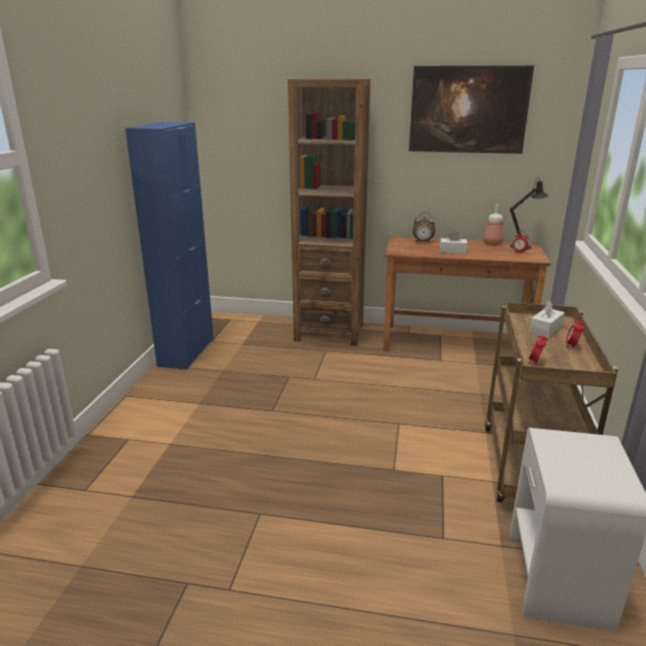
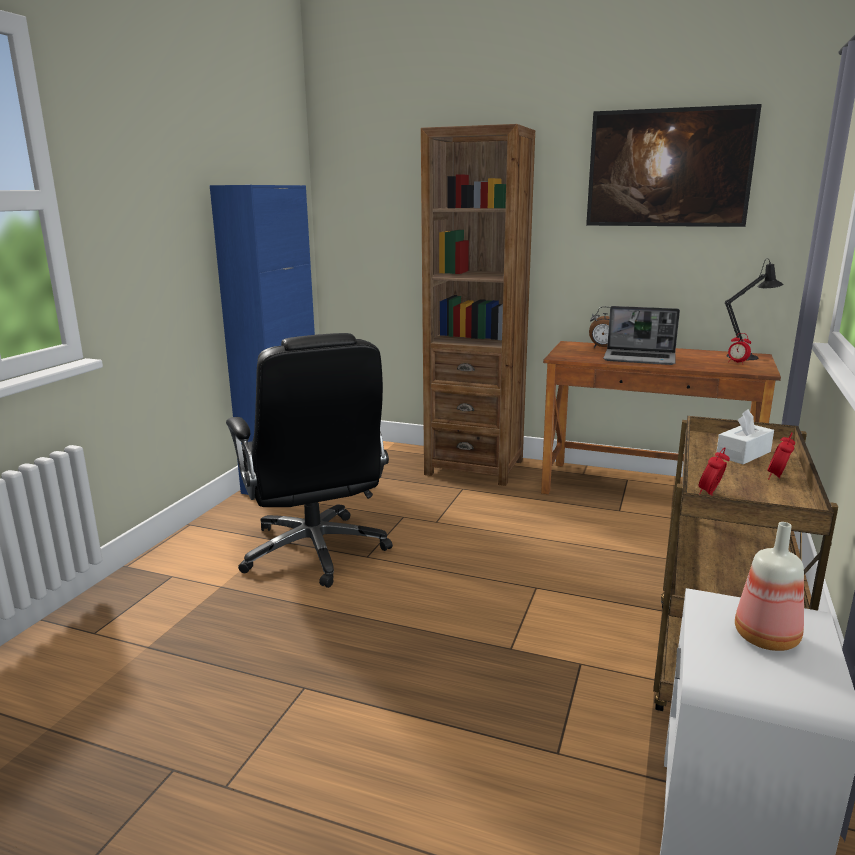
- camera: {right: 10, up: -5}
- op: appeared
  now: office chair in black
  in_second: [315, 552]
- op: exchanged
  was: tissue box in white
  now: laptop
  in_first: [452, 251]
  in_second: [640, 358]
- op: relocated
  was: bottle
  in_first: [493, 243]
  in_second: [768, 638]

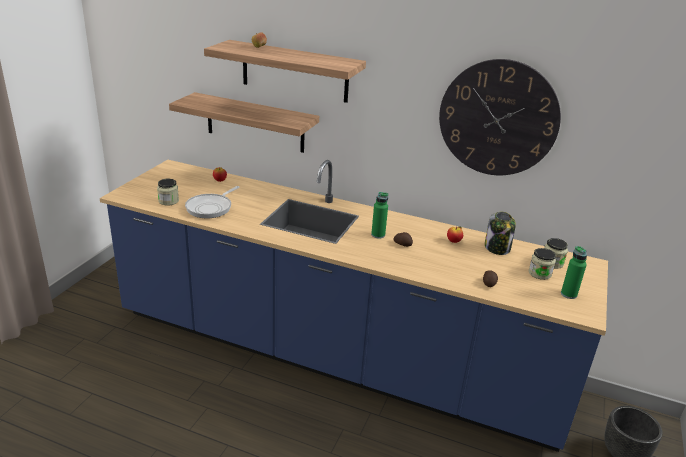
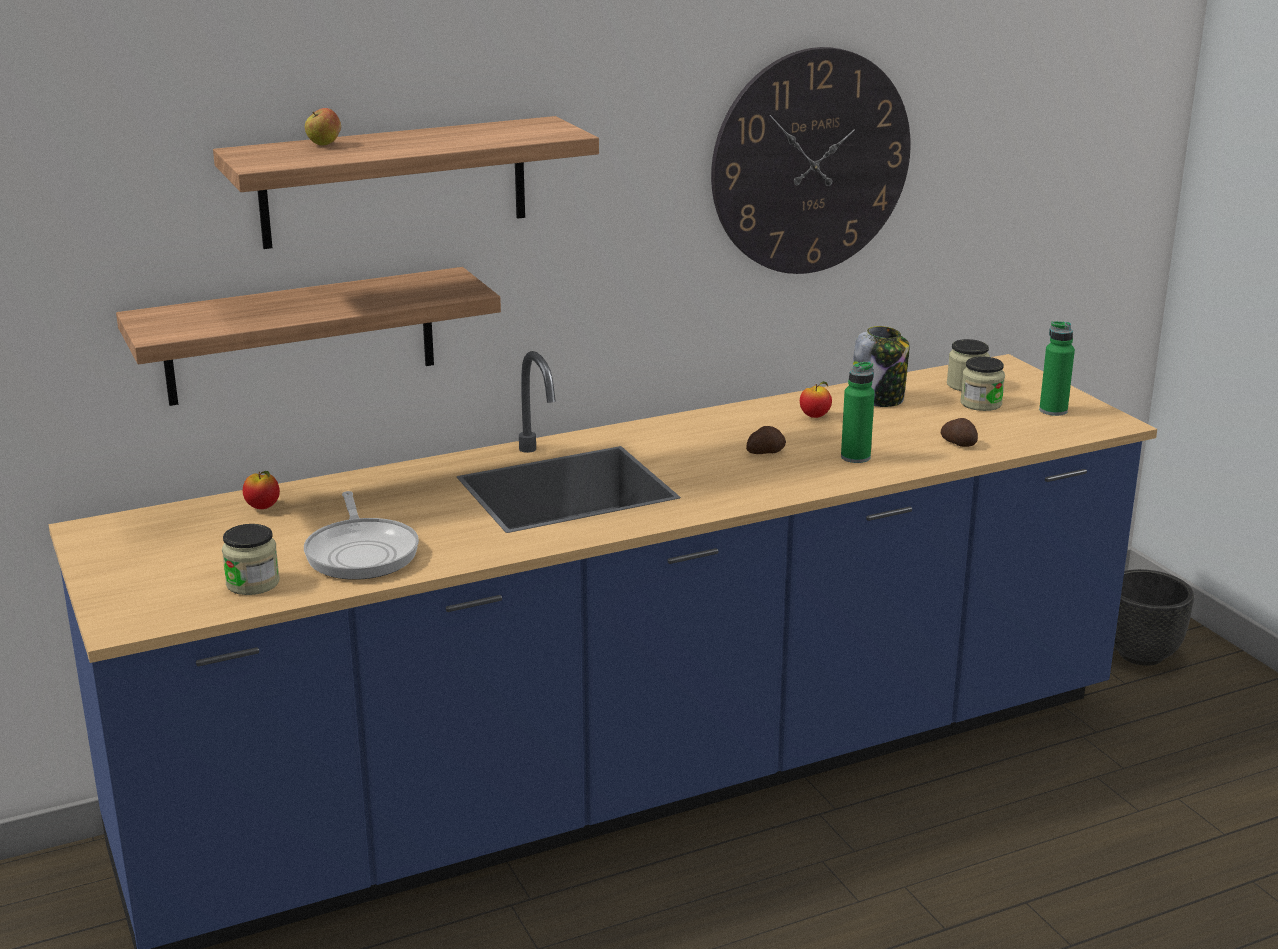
- camera: {right: -45, up: -5}
- op: relocated
  was: bottle in green
  in_first: [378, 235]
  in_second: [855, 457]

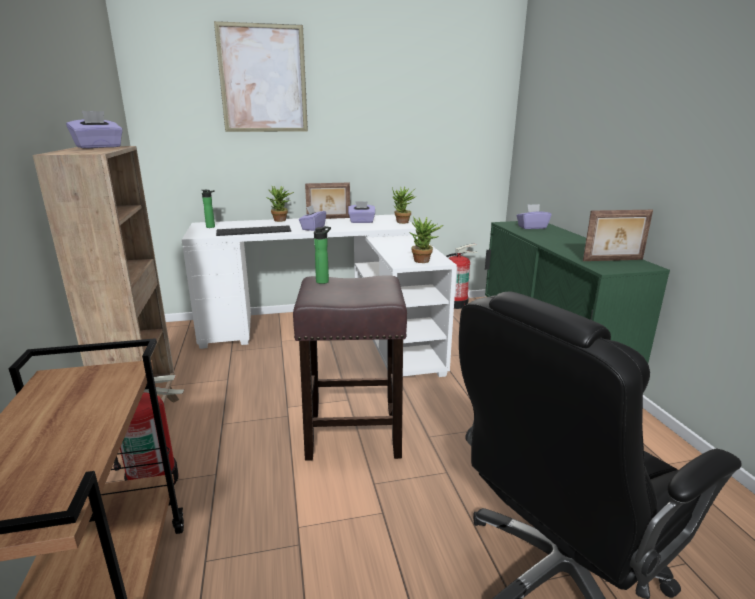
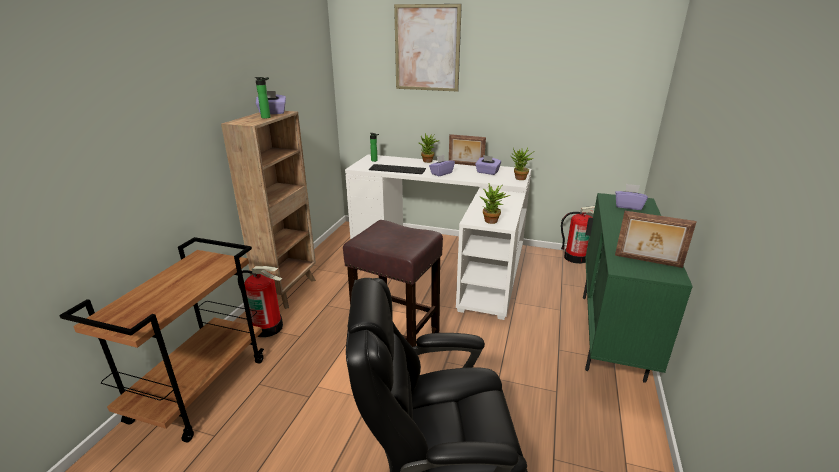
- camera: {right: 30, up: 5}
- op: relocated
  was: bottle
  in_first: [323, 281]
  in_second: [267, 117]

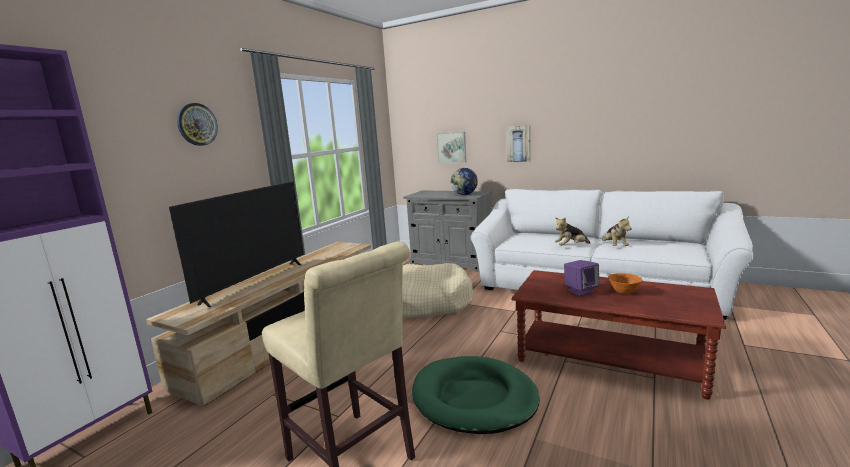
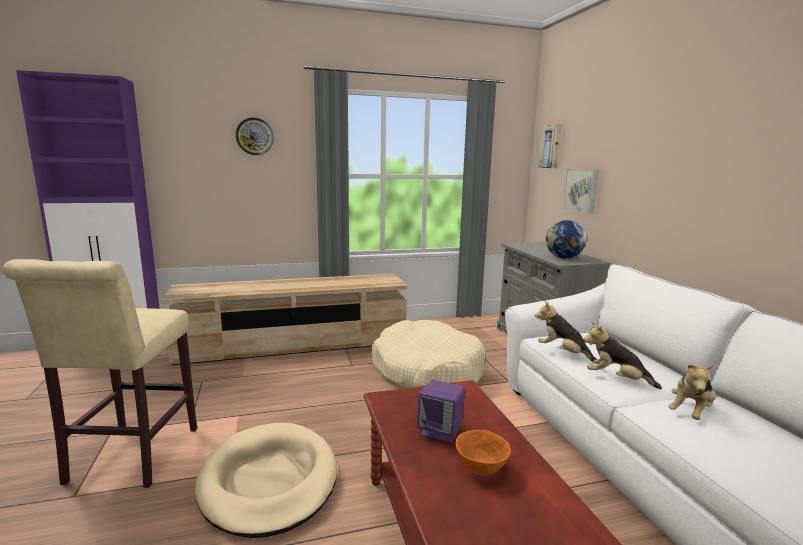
- camera: {right: 45, up: 0}
- op: colour
  was: dog bed in green
  now: dog bed in beige
  in_first: [474, 398]
  in_second: [269, 481]
- op: appeared
  now: plush toy
  in_second: [563, 353]
- op: relocated
  was: picture
  in_first: [518, 143]
  in_second: [551, 146]
- op: missing
  was: television
  in_first: [255, 282]

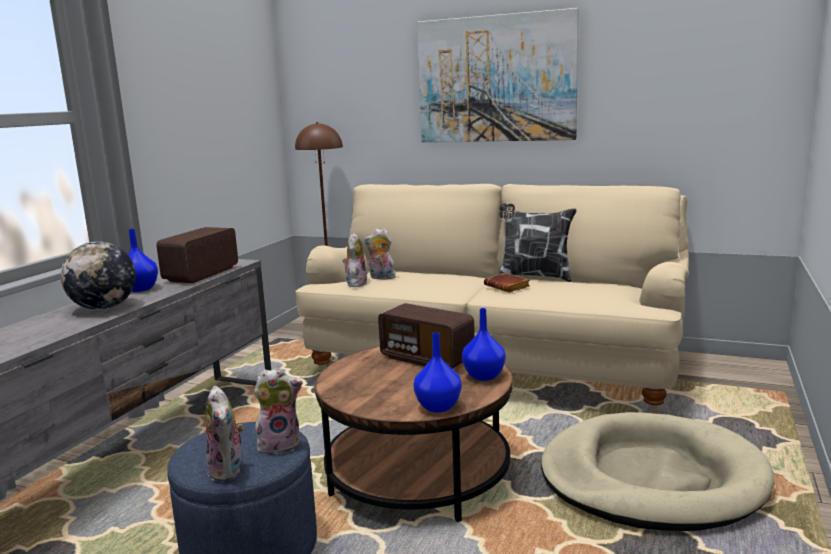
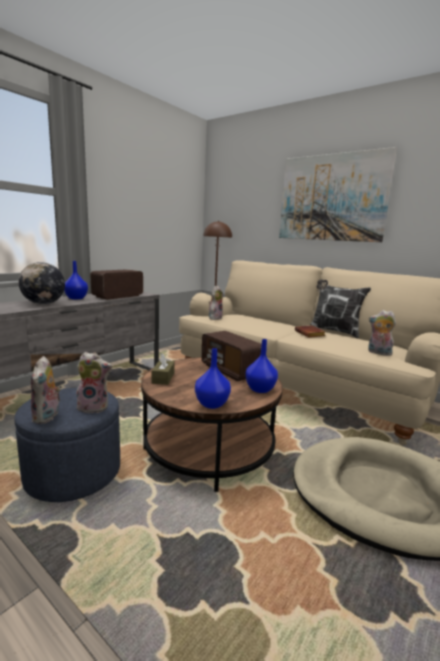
- camera: {right: 15, up: 0}
- op: appeared
  now: tissue box in brown
  in_second: [163, 378]
- op: relocated
  was: plush toy
  in_first: [381, 278]
  in_second: [378, 353]

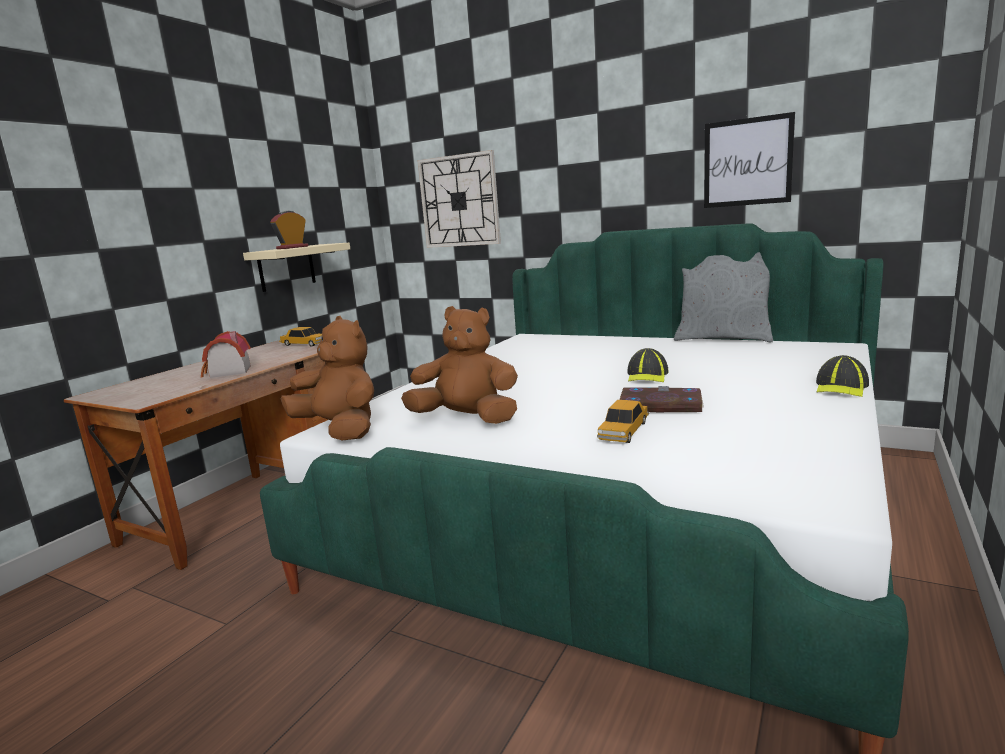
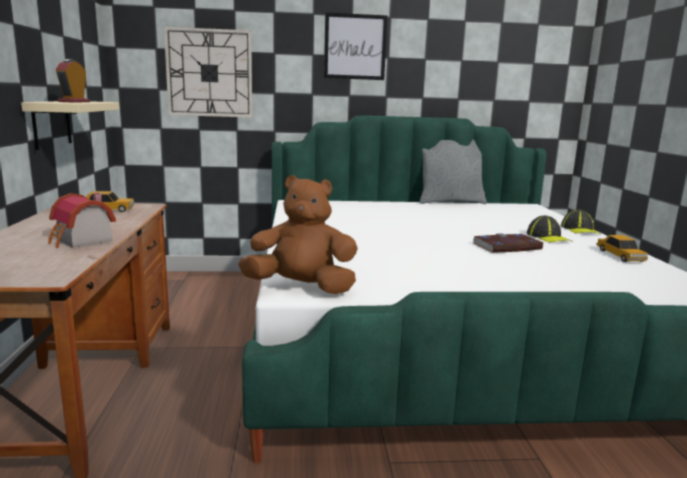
- camera: {right: -35, up: 0}
- op: relocated
  was: picture
  in_first: [747, 162]
  in_second: [355, 47]
- op: relocated
  was: cap
  in_first: [647, 375]
  in_second: [548, 237]
- op: relocated
  was: toy car
  in_first: [623, 431]
  in_second: [620, 255]
- op: missing
  was: plush toy in brown
  in_first: [467, 419]

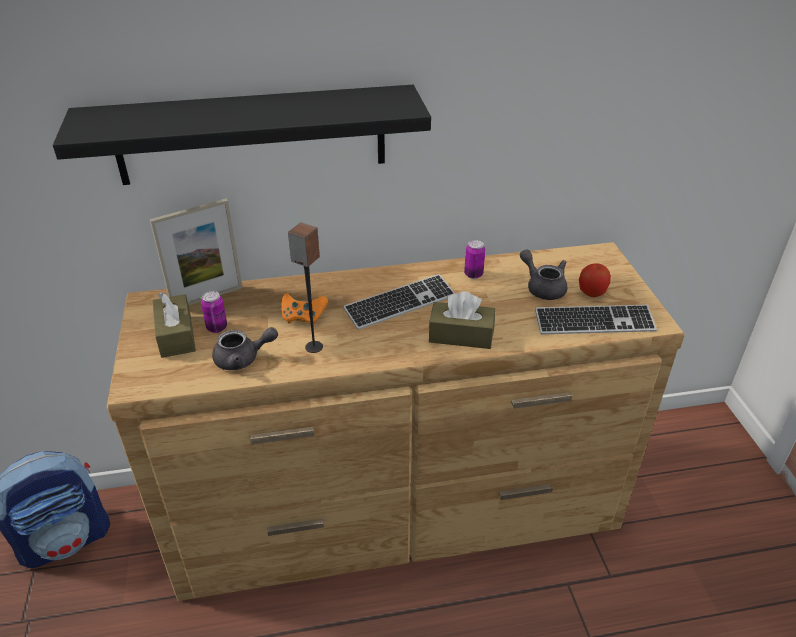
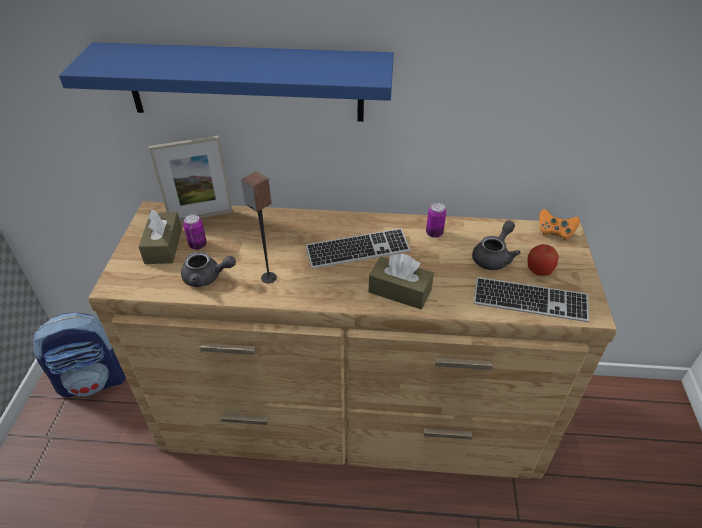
- camera: {right: 15, up: 5}
- op: colour
  was: shelf in black
  now: shelf in blue
  in_first: [252, 135]
  in_second: [245, 82]
- op: spun
  was: teapot in grey
  in_first: [542, 287]
  in_second: [494, 257]
  clockwise: 60
- op: relocated
  was: game controller in orange
  in_first: [303, 318]
  in_second: [555, 232]

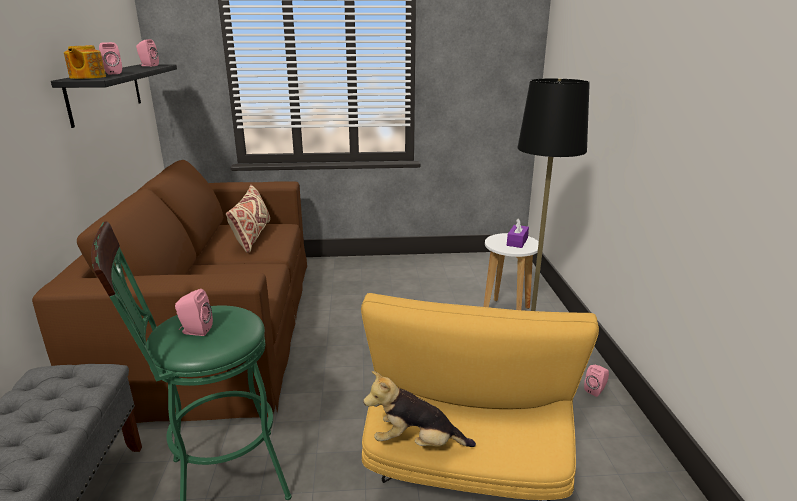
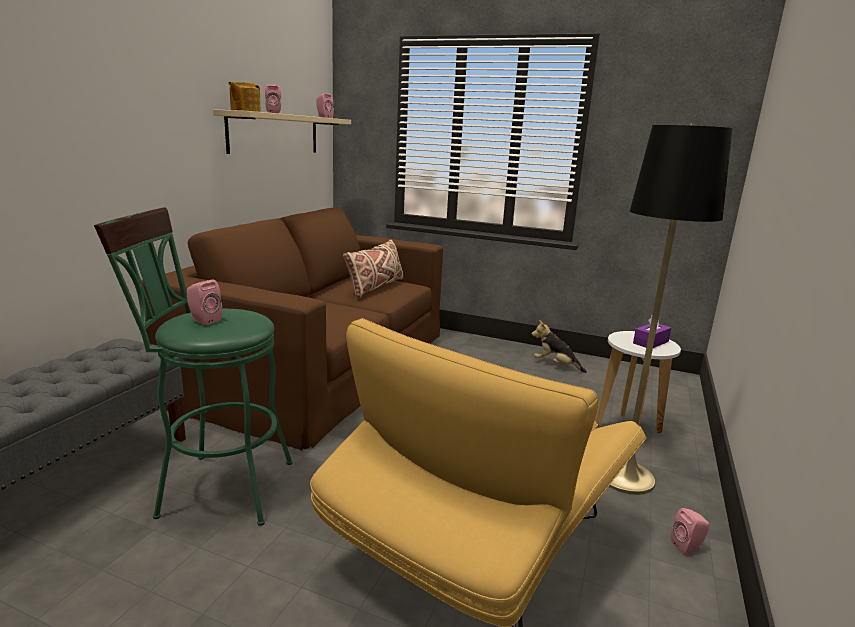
- camera: {right: 25, up: -5}
- op: colour
  was: shelf in black
  now: shelf in beige
  in_first: [105, 92]
  in_second: [275, 134]
- op: relocated
  was: plush toy
  in_first: [417, 443]
  in_second: [555, 365]

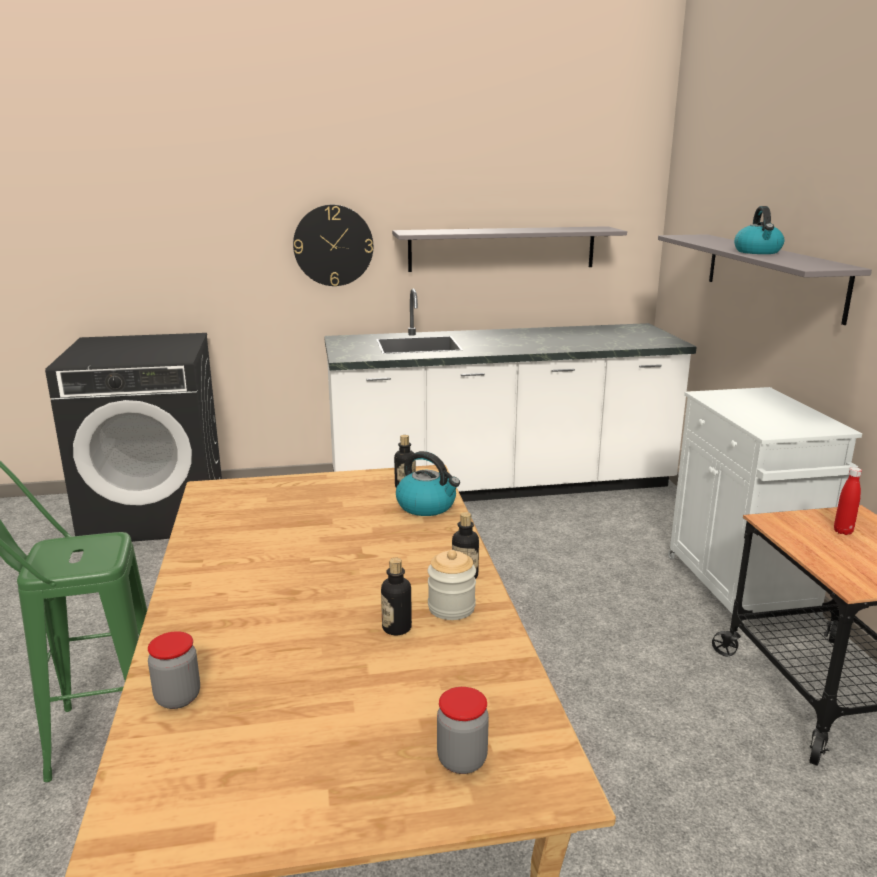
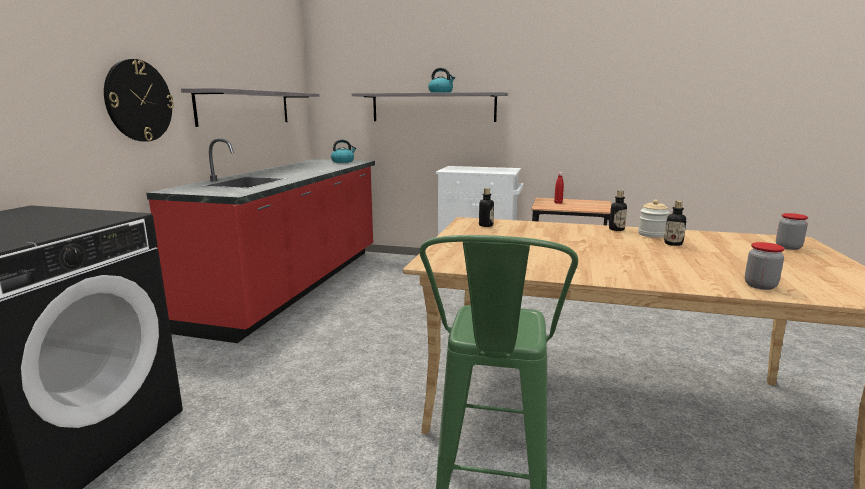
- camera: {right: -65, up: -5}
- op: colour
  was: counter in white
  now: counter in red
  in_first: [500, 485]
  in_second: [295, 285]
- op: relocated
  was: kettle
  in_first: [427, 506]
  in_second: [343, 161]

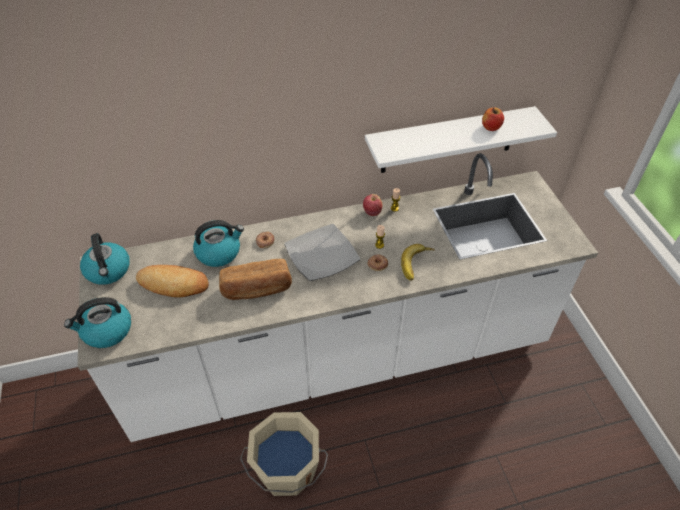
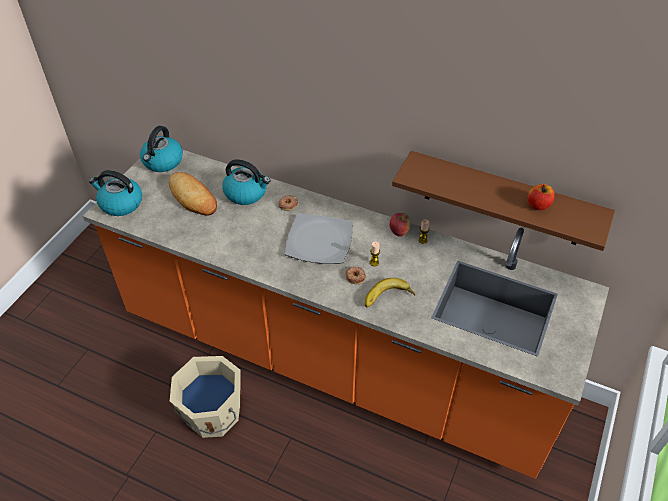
- camera: {right: 40, up: 0}
- op: colour
  was: counter in white
  now: counter in orange
  in_first: [340, 358]
  in_second: [334, 359]
- op: colour
  was: shelf in white
  now: shelf in brown
  in_first: [448, 140]
  in_second: [503, 199]
- op: missing
  was: bread
  in_first: [257, 289]

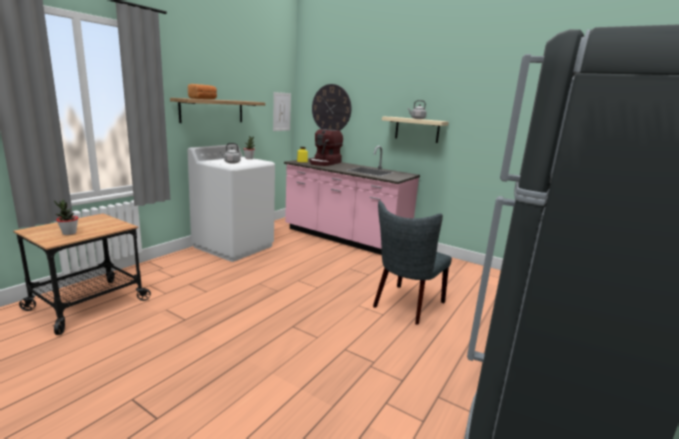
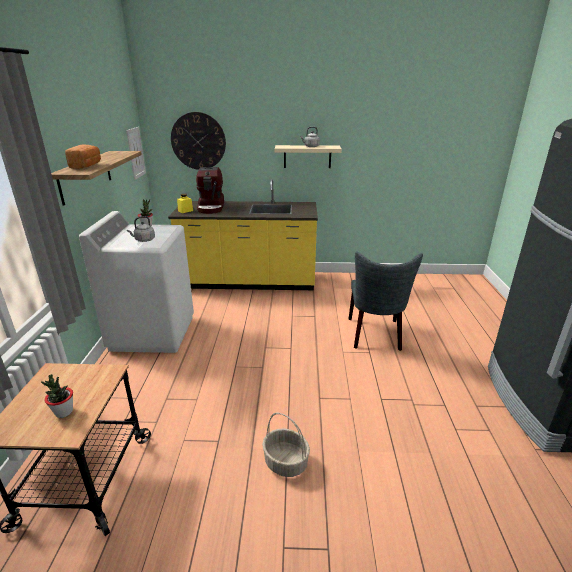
- camera: {right: -30, up: 10}
- op: colour
  was: counter in pink
  now: counter in yellow
  in_first: [345, 238]
  in_second: [249, 282]
- op: appeared
  now: basket
  in_second: [285, 462]

